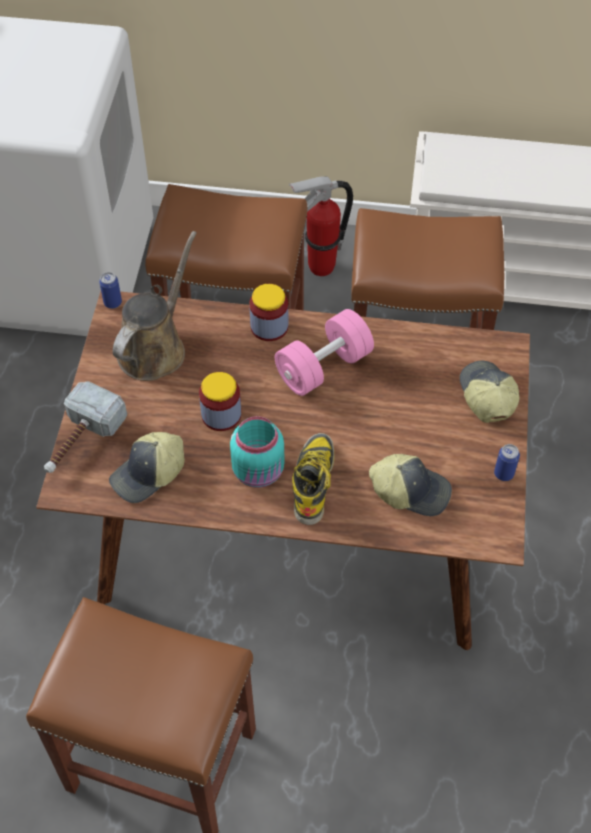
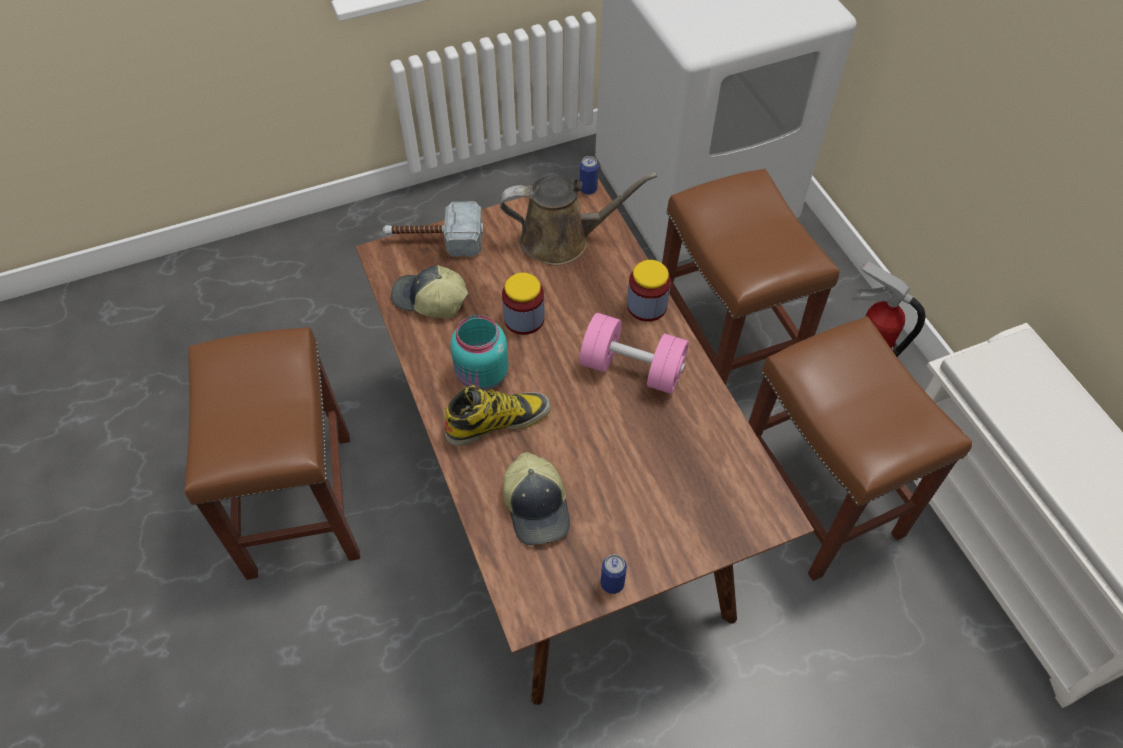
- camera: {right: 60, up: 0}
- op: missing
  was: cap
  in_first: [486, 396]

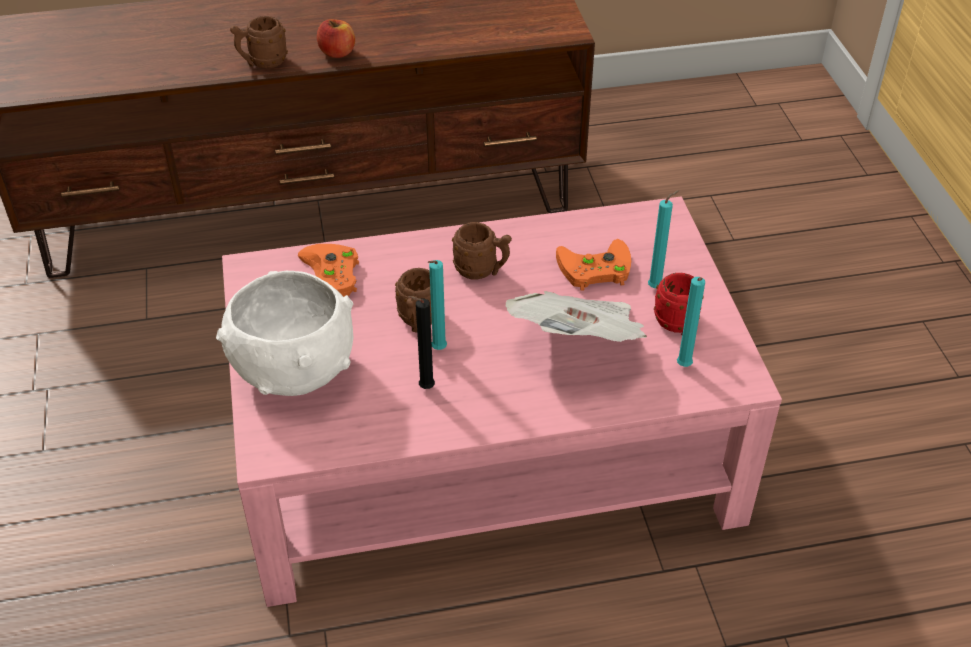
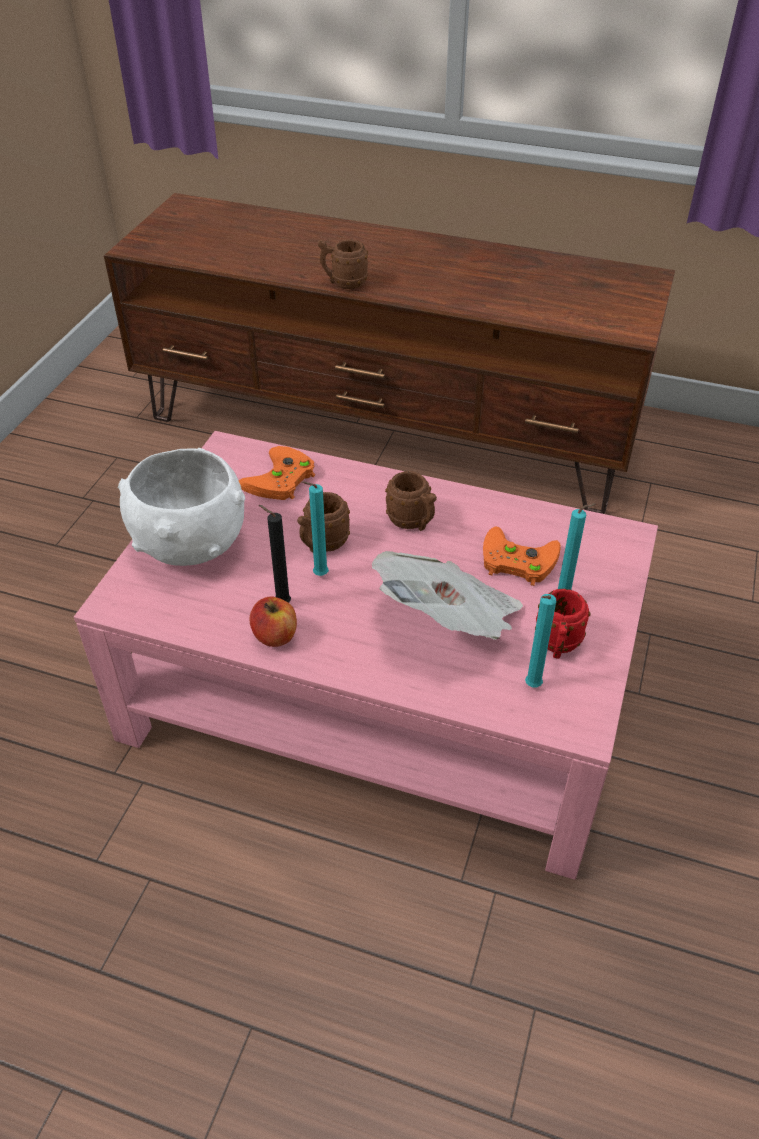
- camera: {right: 30, up: 0}
- op: relocated
  was: apple
  in_first: [337, 52]
  in_second: [275, 636]

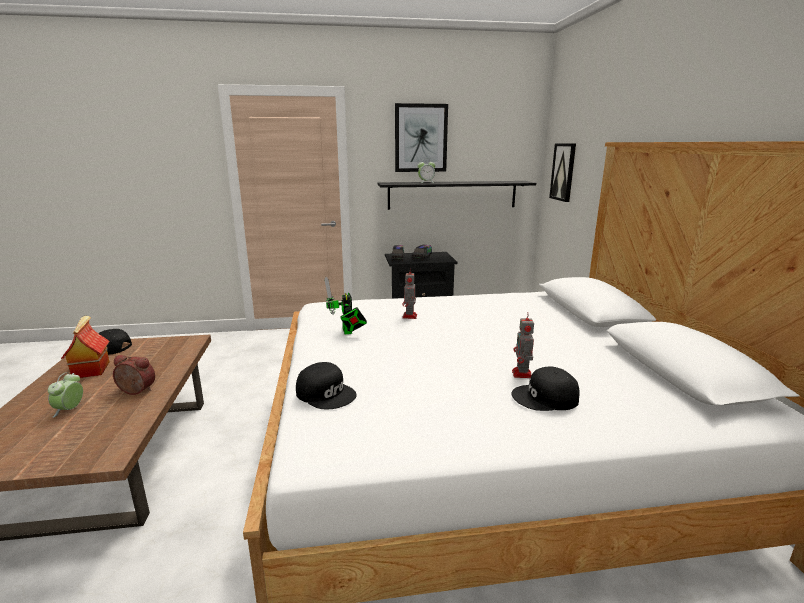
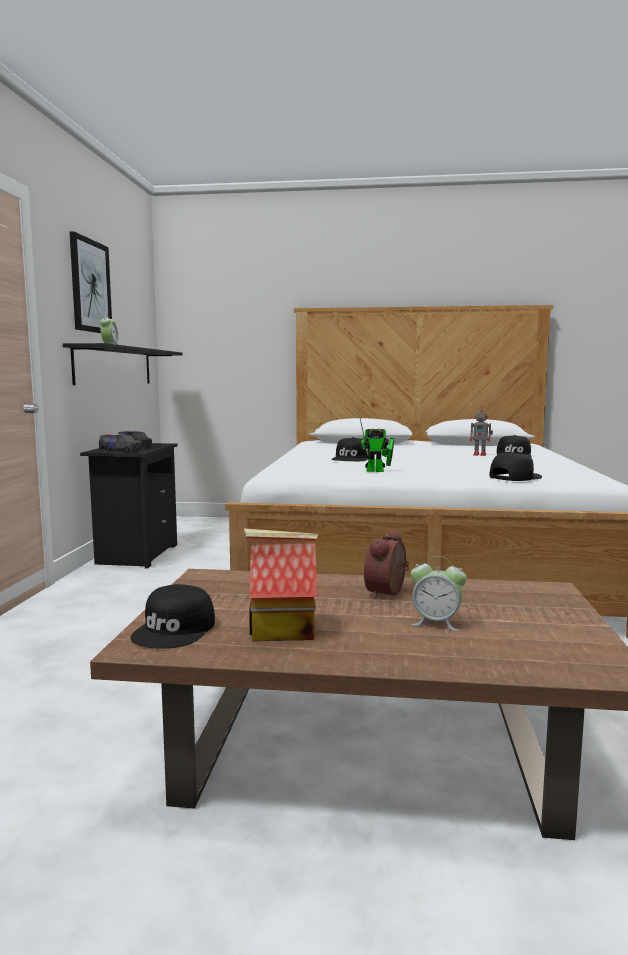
- camera: {right: -75, up: -10}
- op: exchanged
  was: toy robot
  now: cap in black
  in_first: [409, 316]
  in_second: [352, 458]
- op: missing
  was: picture
  in_first: [563, 172]

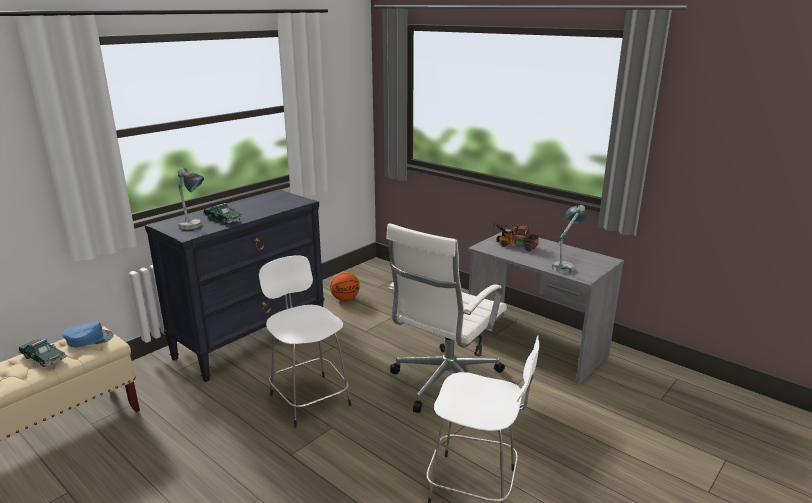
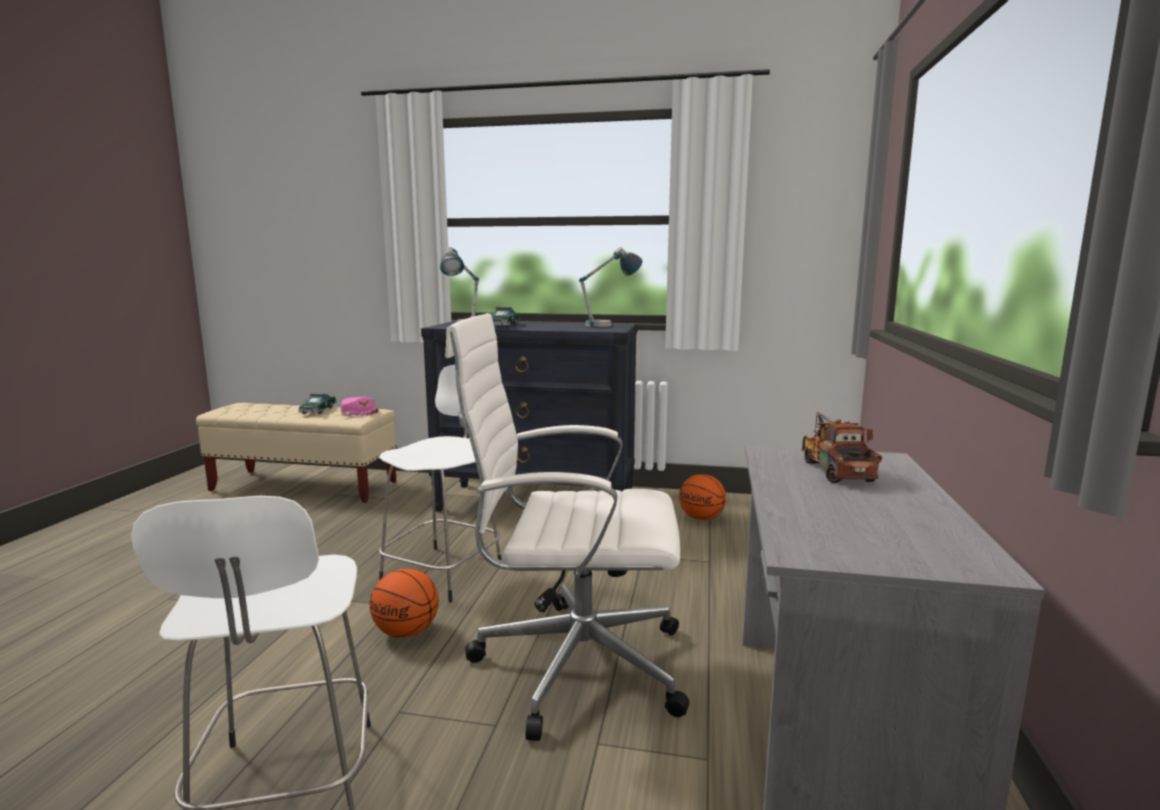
- camera: {right: 60, up: -10}
- op: colour
  was: cap in blue
  now: cap in pink
  in_first: [89, 339]
  in_second: [360, 411]
- op: appeared
  now: basketball
  in_second: [407, 632]
- op: relocated
  was: table lamp
  in_first: [565, 265]
  in_second: [610, 325]

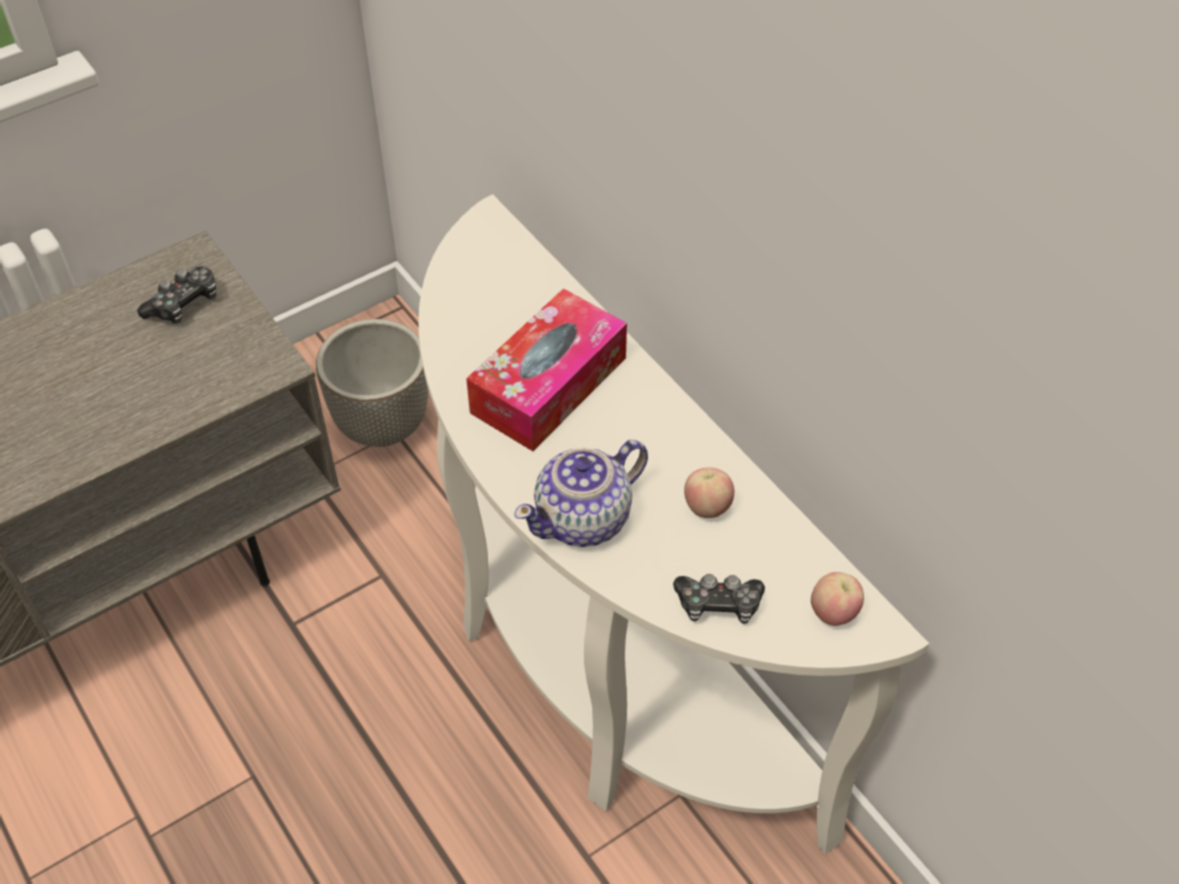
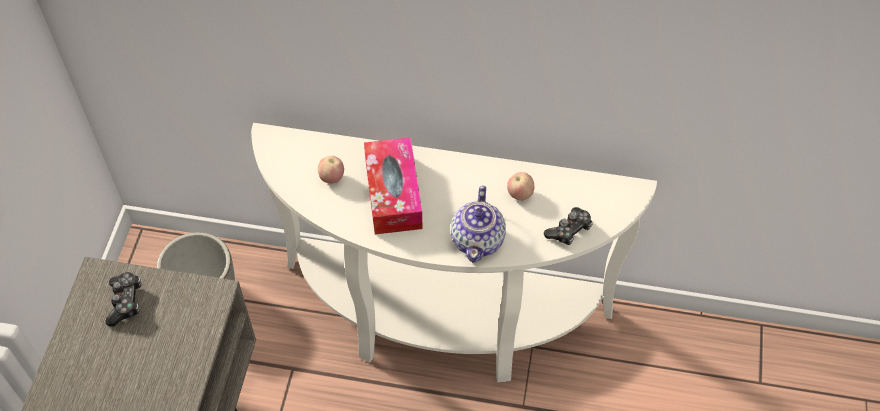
- camera: {right: -45, up: 5}
- op: relocated
  was: apple
  in_first: [833, 613]
  in_second: [332, 178]

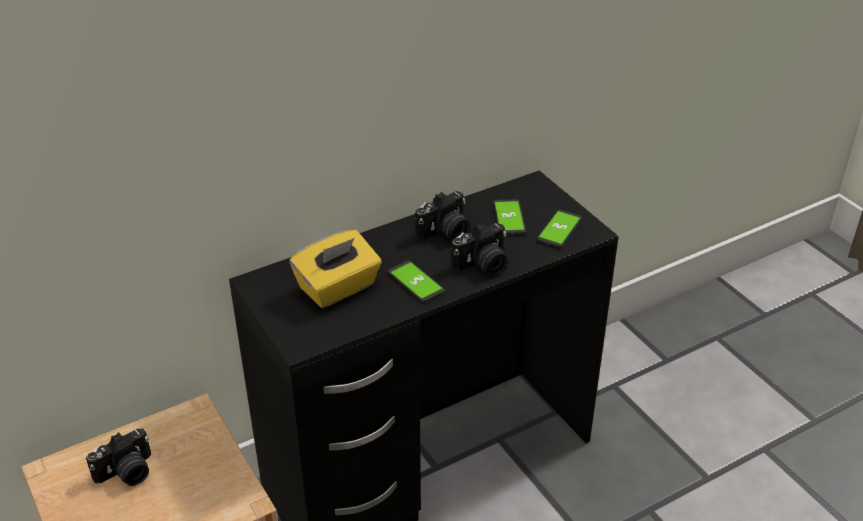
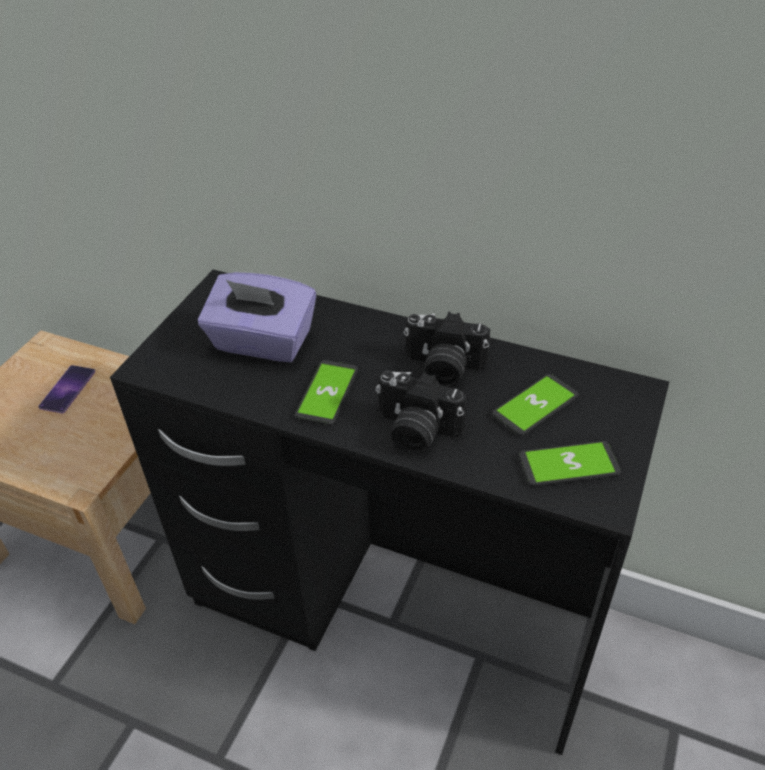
- camera: {right: 55, up: 5}
- op: exchanged
  was: photo camera
  now: phone
  in_first: [127, 473]
  in_second: [67, 389]
- op: colour
  was: tissue box in yellow
  now: tissue box in purple
  in_first: [338, 288]
  in_second: [262, 342]

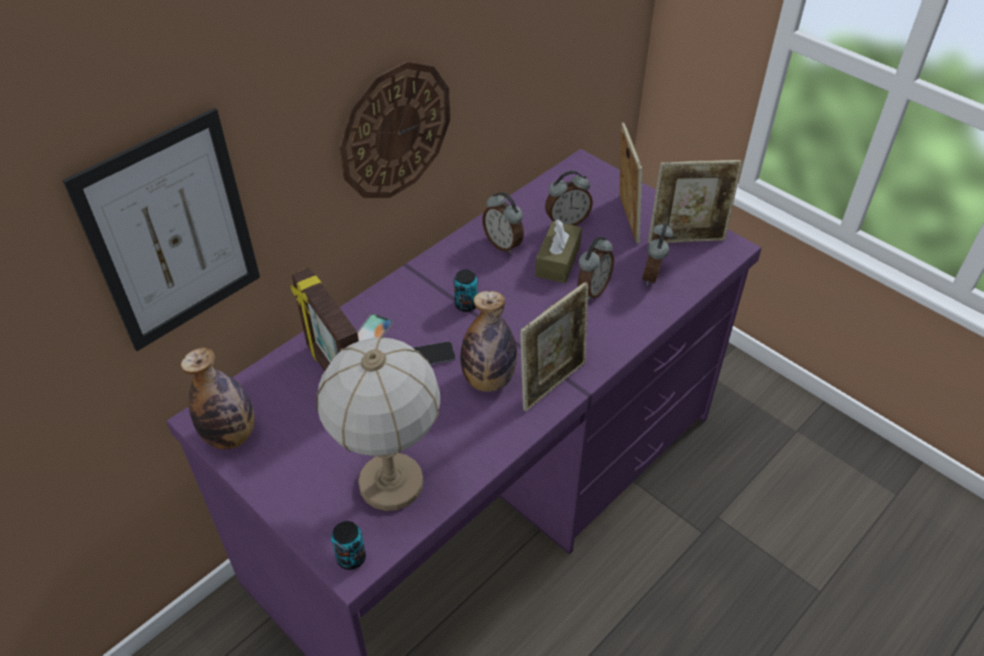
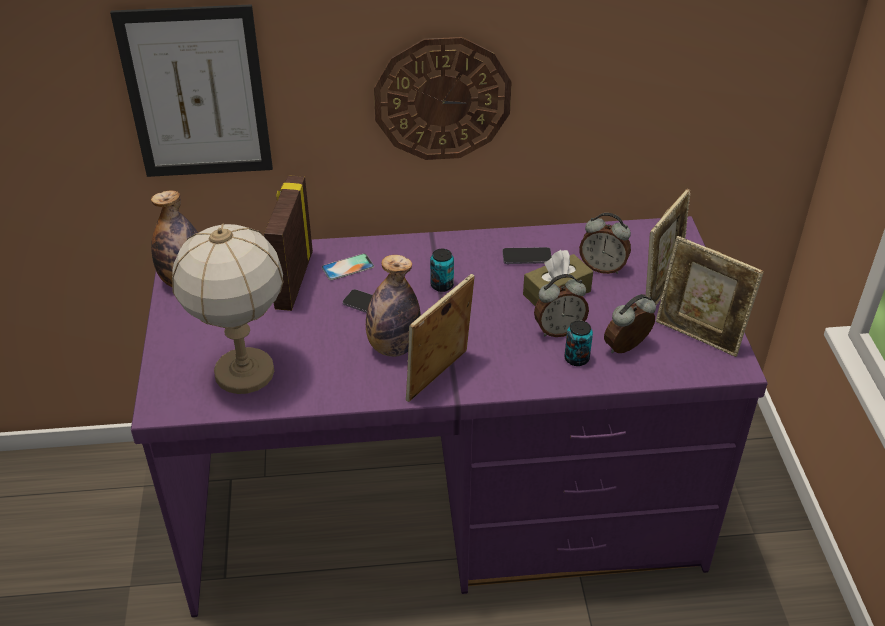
- camera: {right: 40, up: -5}
- op: spun
  was: picture frame
  in_first: [552, 383]
  in_second: [439, 378]
  clockwise: 135
- op: exchanged
  was: alarm clock
  now: phone
  in_first: [503, 244]
  in_second: [527, 257]
- op: relocated
  was: can
  in_first: [351, 558]
  in_second: [576, 358]

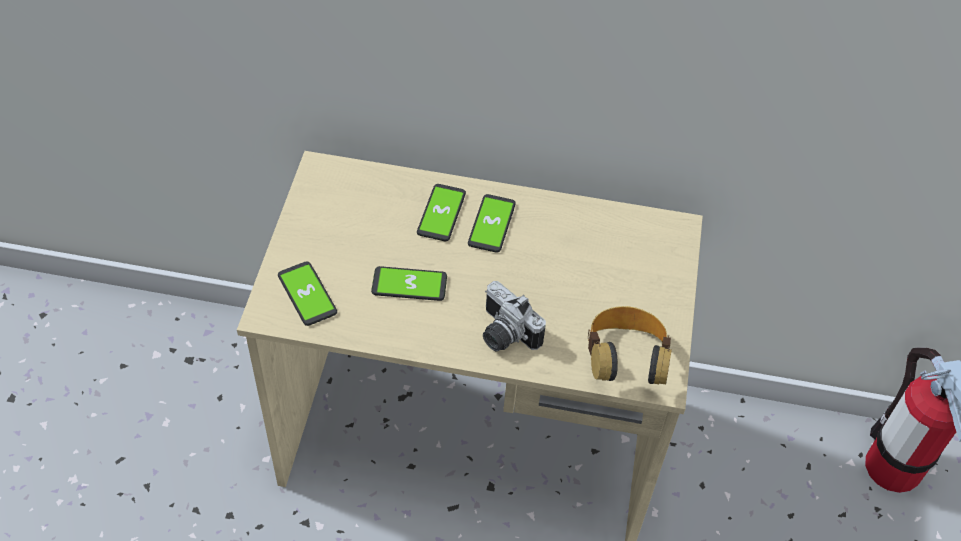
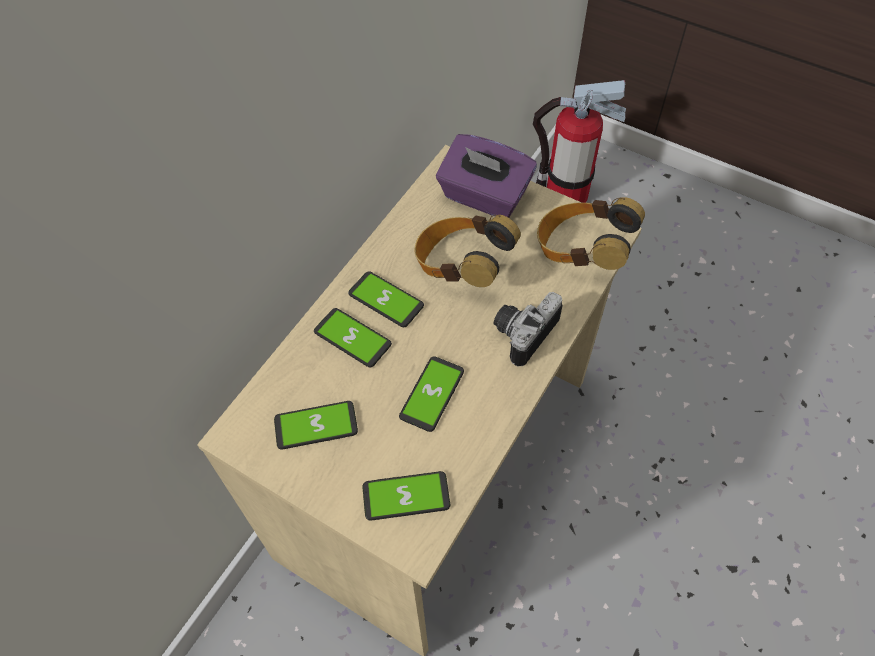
- camera: {right: -65, up: 5}
- op: appeared
  now: phone
  in_second: [316, 426]
- op: appeared
  now: headphones
  in_second: [461, 266]
- op: appeared
  now: tissue box in purple
  in_second: [484, 196]
- op: spun
  was: photo camera
  in_first: [503, 334]
  in_second: [521, 332]
  clockwise: 150

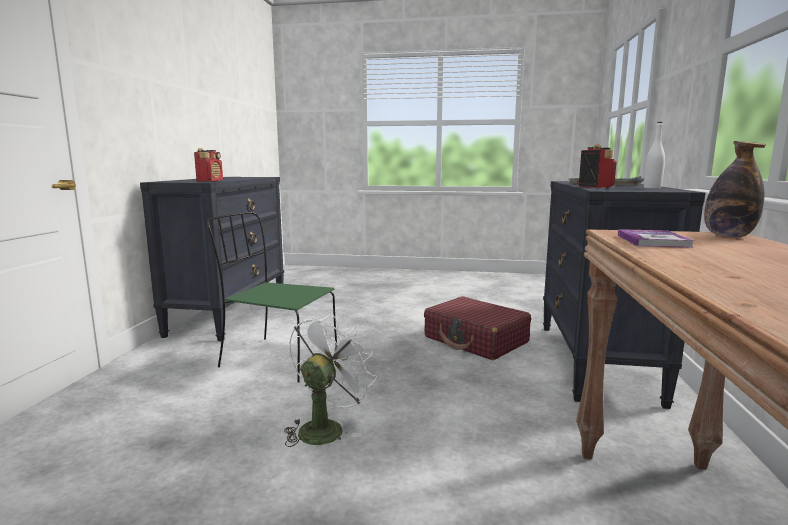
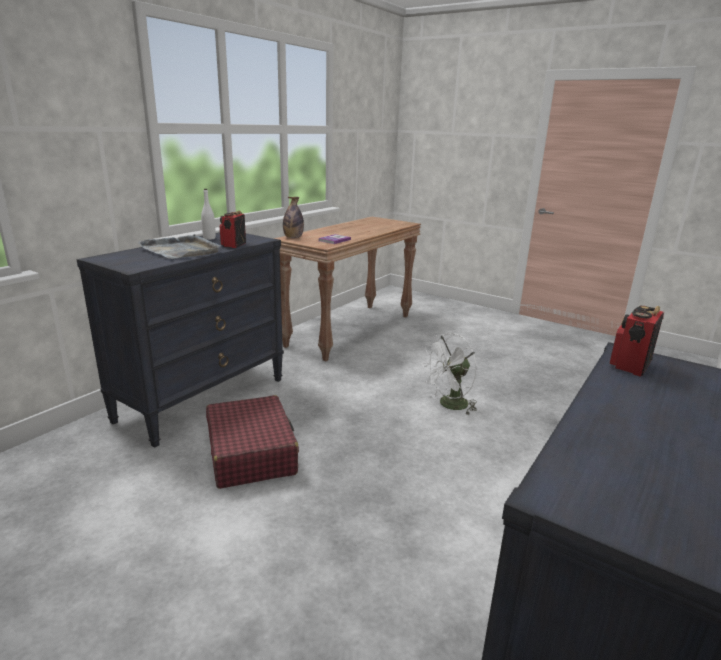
- camera: {right: -155, up: 10}
- op: missing
  was: chair in green
  in_first: [277, 358]

